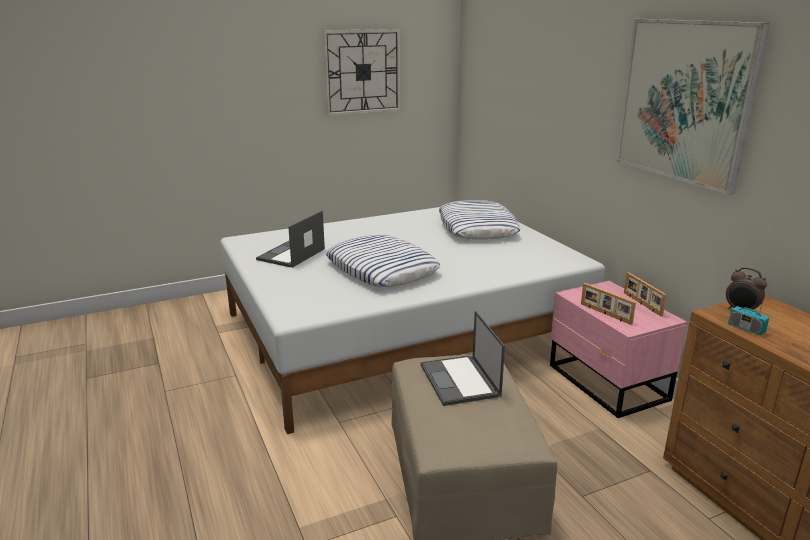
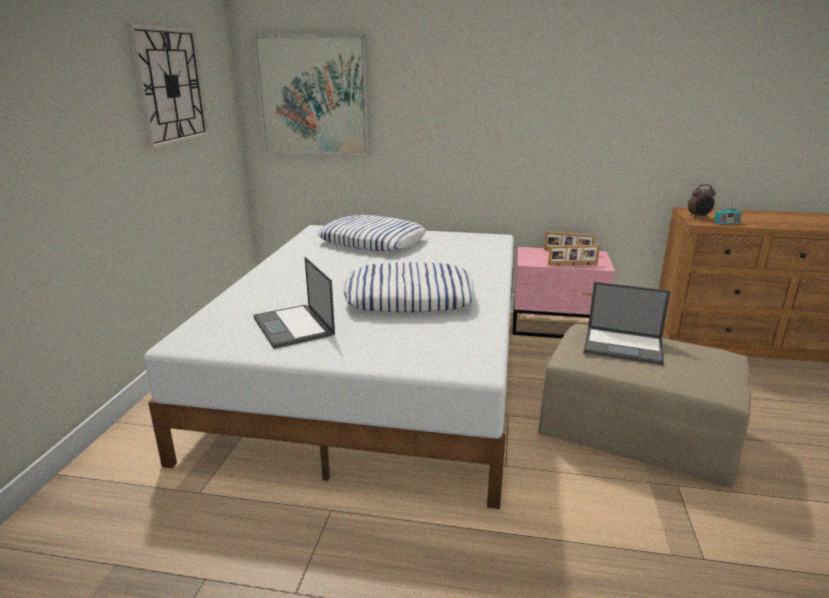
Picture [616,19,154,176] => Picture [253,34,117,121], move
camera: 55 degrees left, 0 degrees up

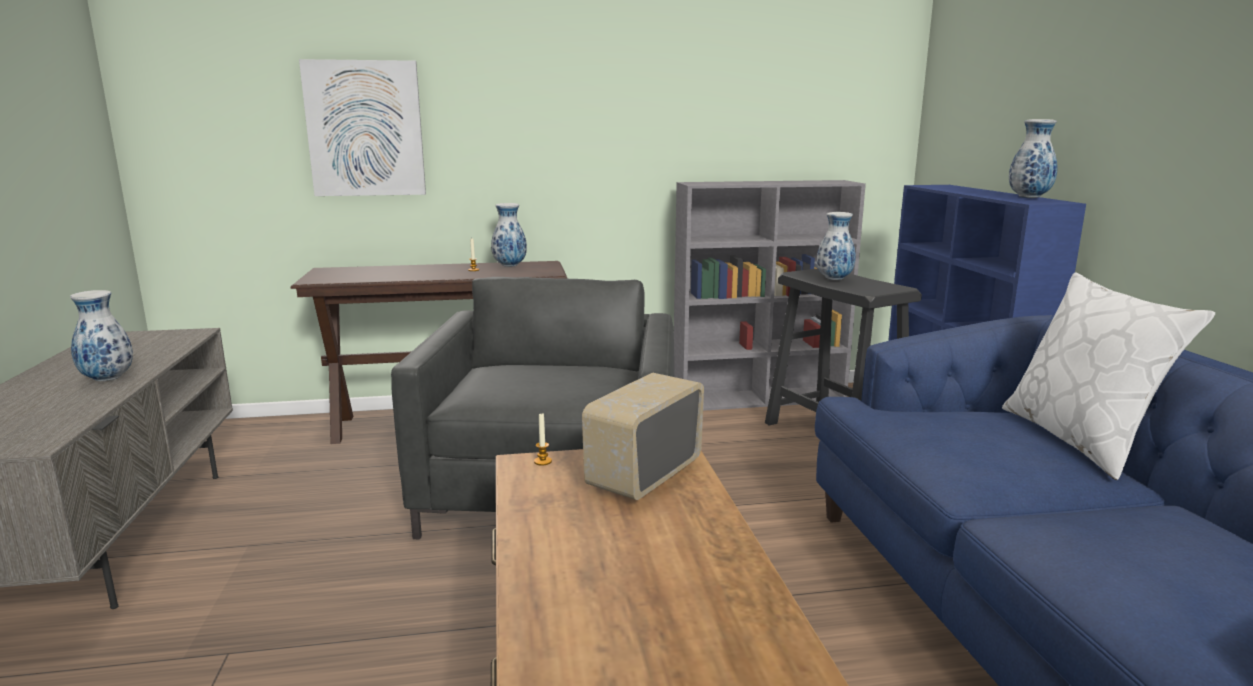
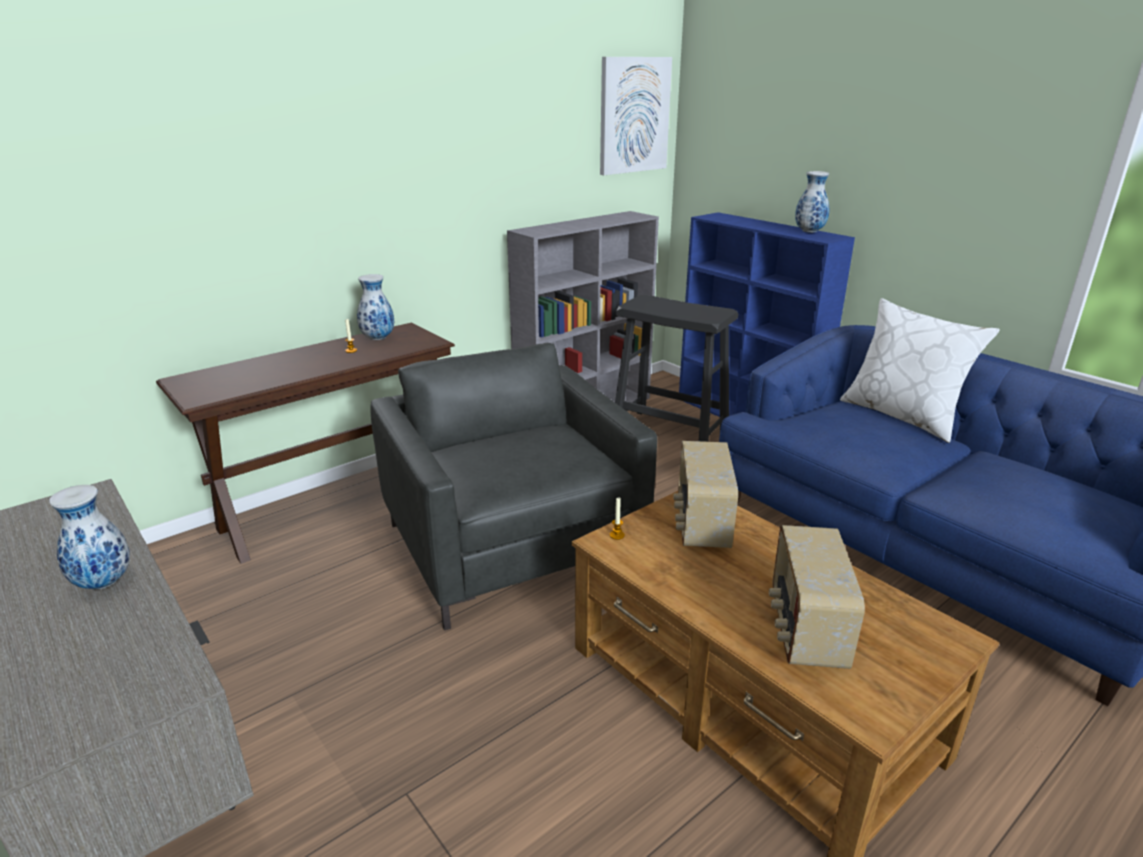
Vase [817,212,39,68] => nothing
nothing => Radio [769,525,96,144]
Picture [299,59,127,137] => Picture [600,57,72,118], move
camera: 30 degrees left, 10 degrees up

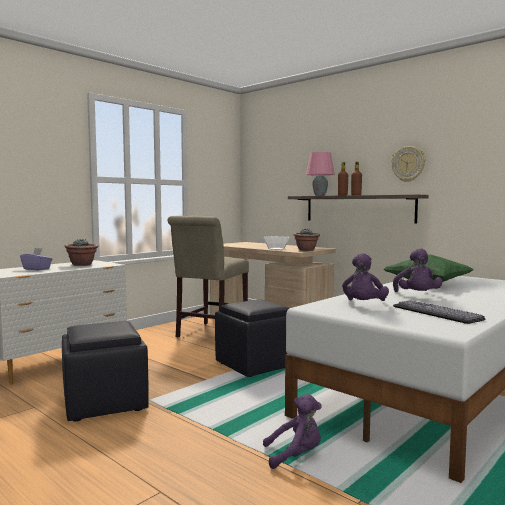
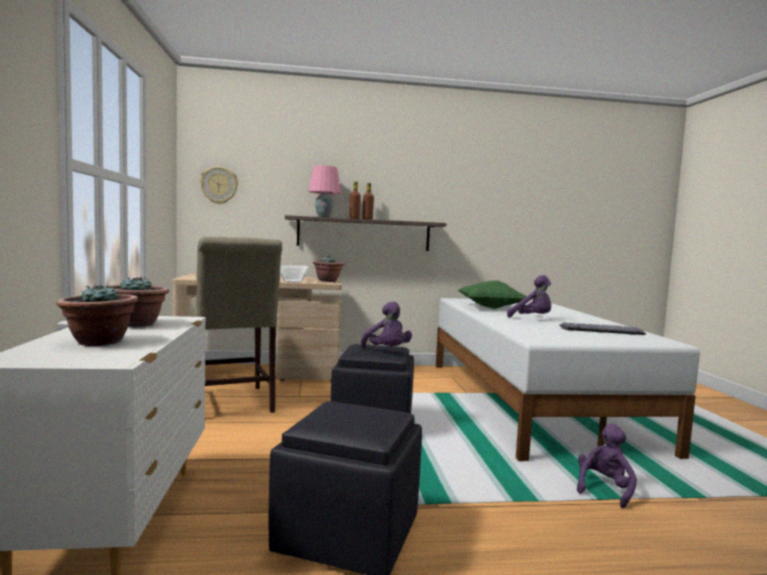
PurplePlushToy [342,253,47,48] => PurplePlushToy [361,302,51,46], move
WallClock [391,146,34,36] => WallClock [200,167,38,37], move
PurpleTissueBox [20,248,32,22] => PottedPlant [56,284,82,62]
camera: 50 degrees left, 0 degrees up

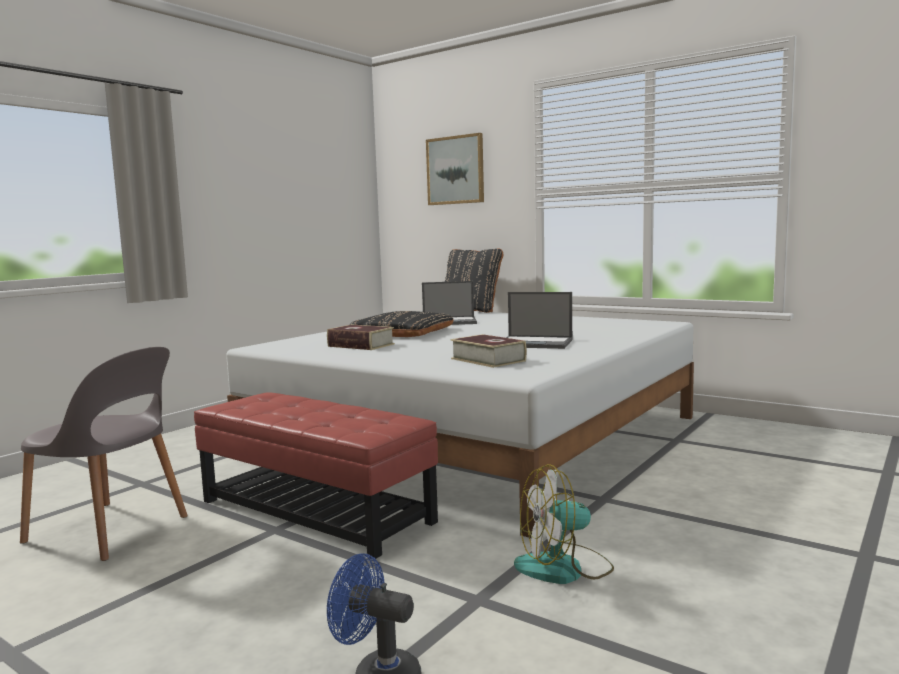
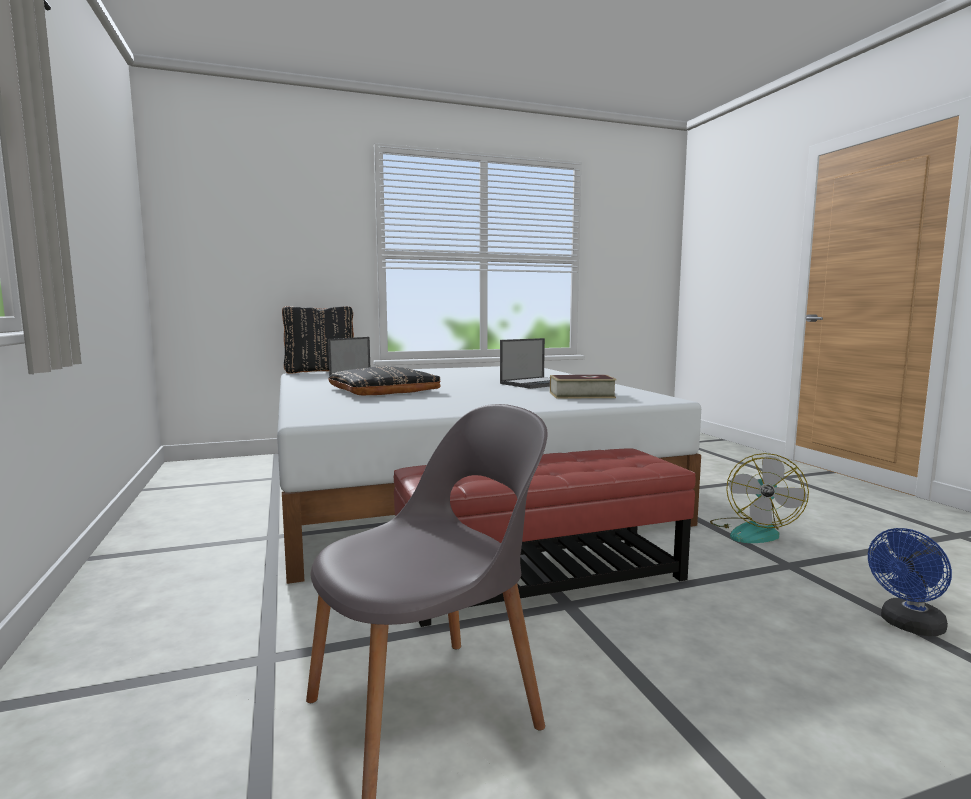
Book [327,325,68,25] => nothing
Picture [426,133,58,72] => nothing
camera: 55 degrees left, 0 degrees up

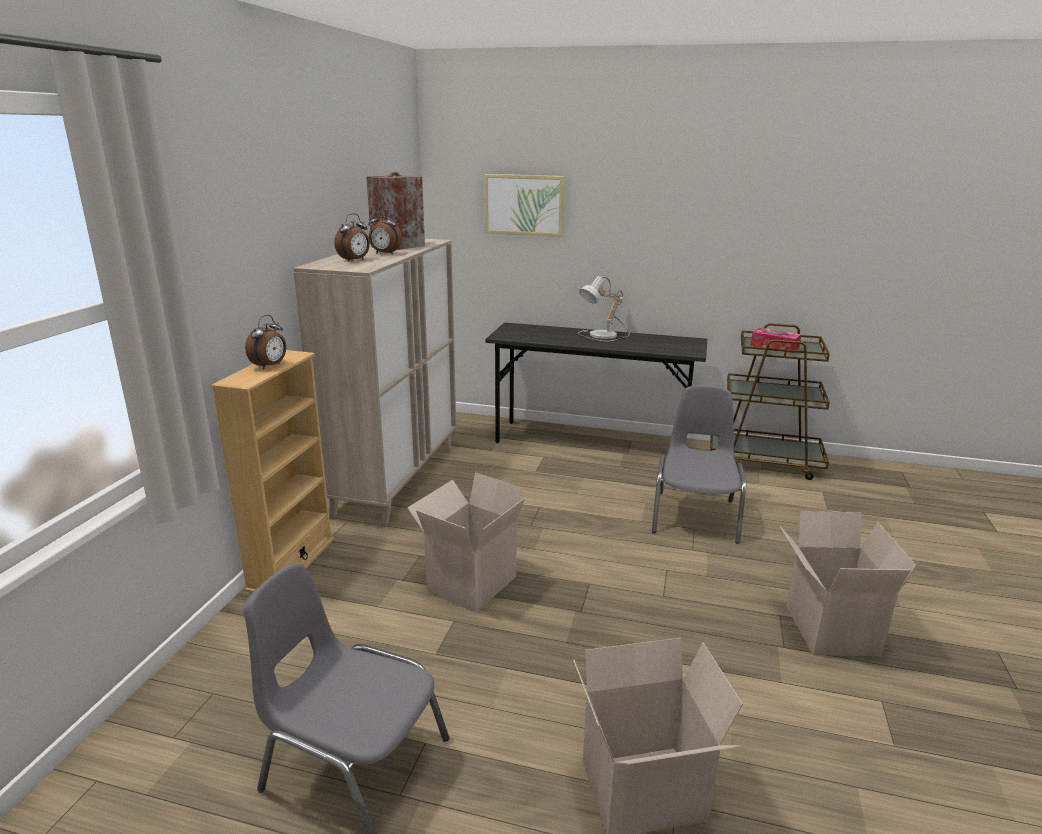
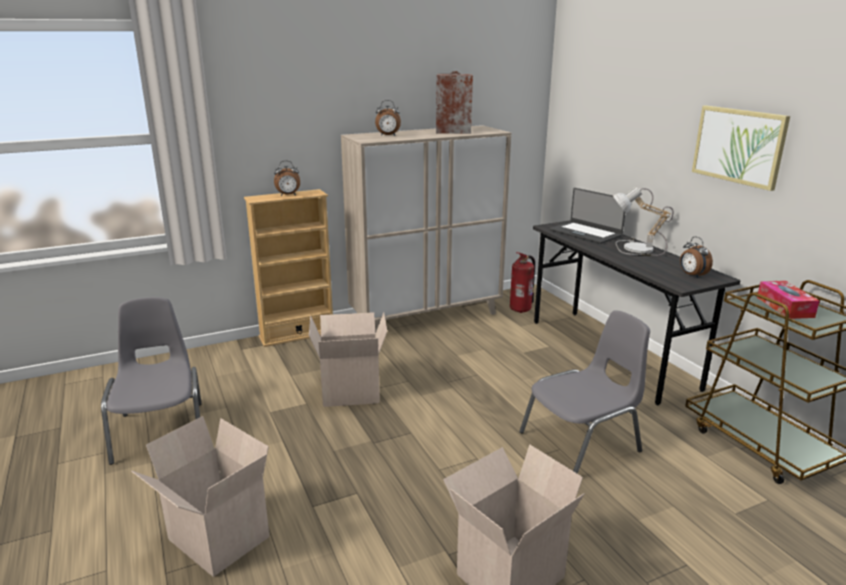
nothing => FireExtinguisher [510,252,25,61]
nothing => Laptop [550,188,75,56]
AlarmClock [368,209,34,45] => AlarmClock [680,237,33,41], move
Picture [485,174,80,63] => Picture [692,105,98,86], move
camera: 50 degrees right, 0 degrees up

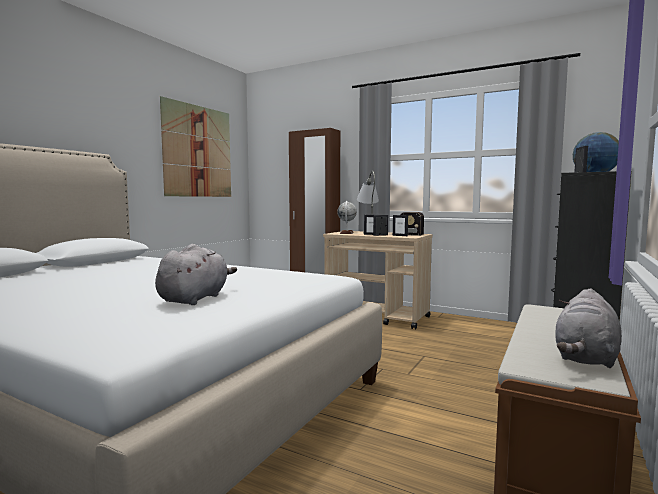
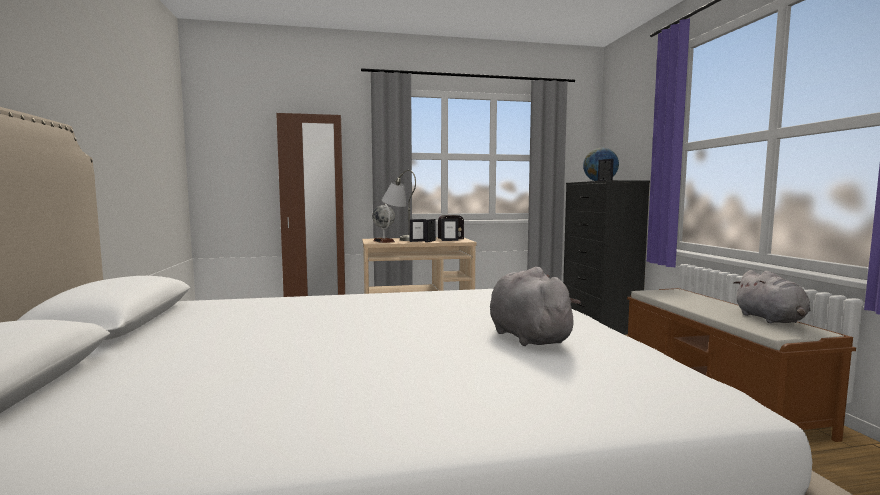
Picture [160,96,71,101] => nothing
camera: 40 degrees left, 0 degrees up

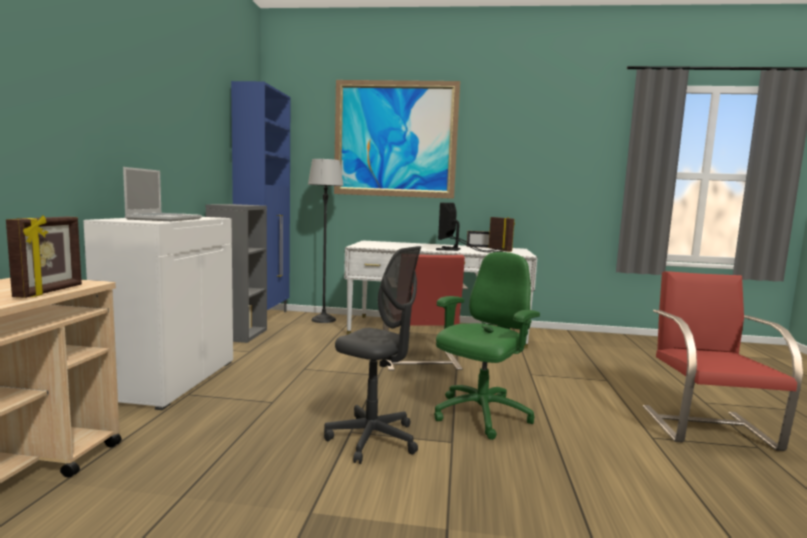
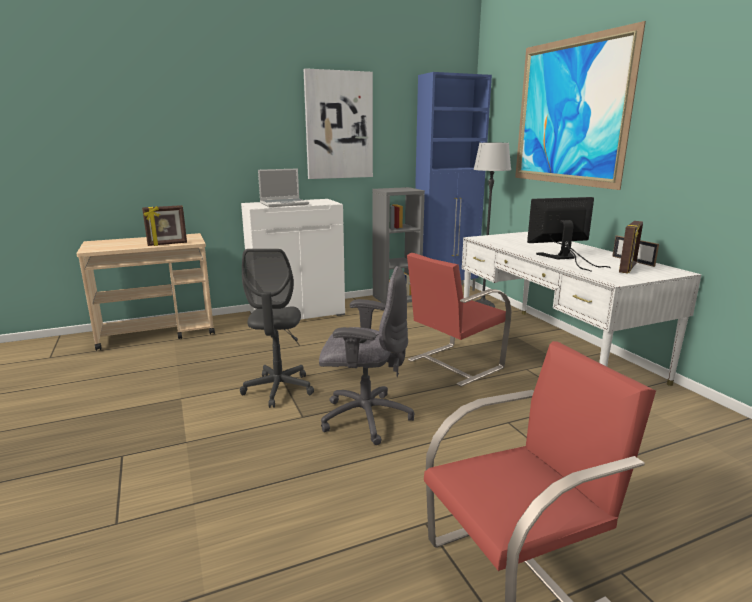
nothing => Picture [303,68,70,111]
GreenOfficeChair [434,252,106,188] => GreyOfficeChair [319,266,95,179]
camera: 60 degrees right, 10 degrees up

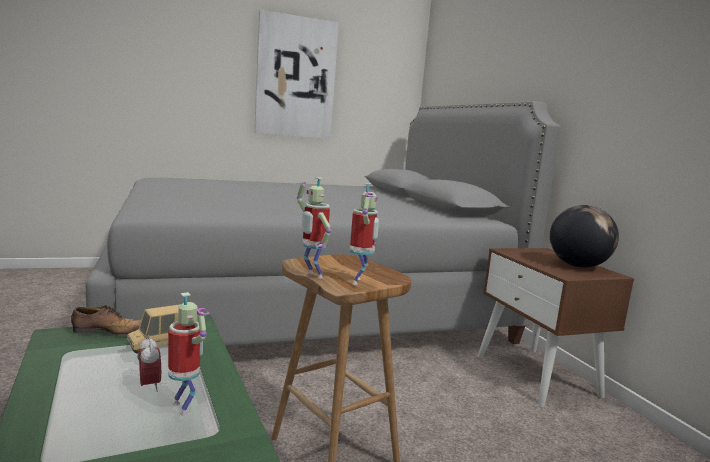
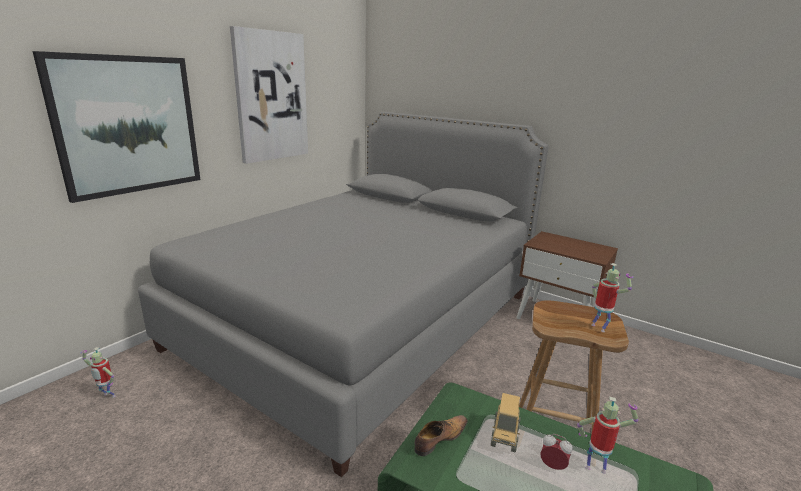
Globe [550,205,69,63] => nothing
nothing => Picture [33,51,167,152]
ToyRobot [297,177,34,102] => ToyRobot [80,347,36,51], move
camera: 35 degrees left, 10 degrees up

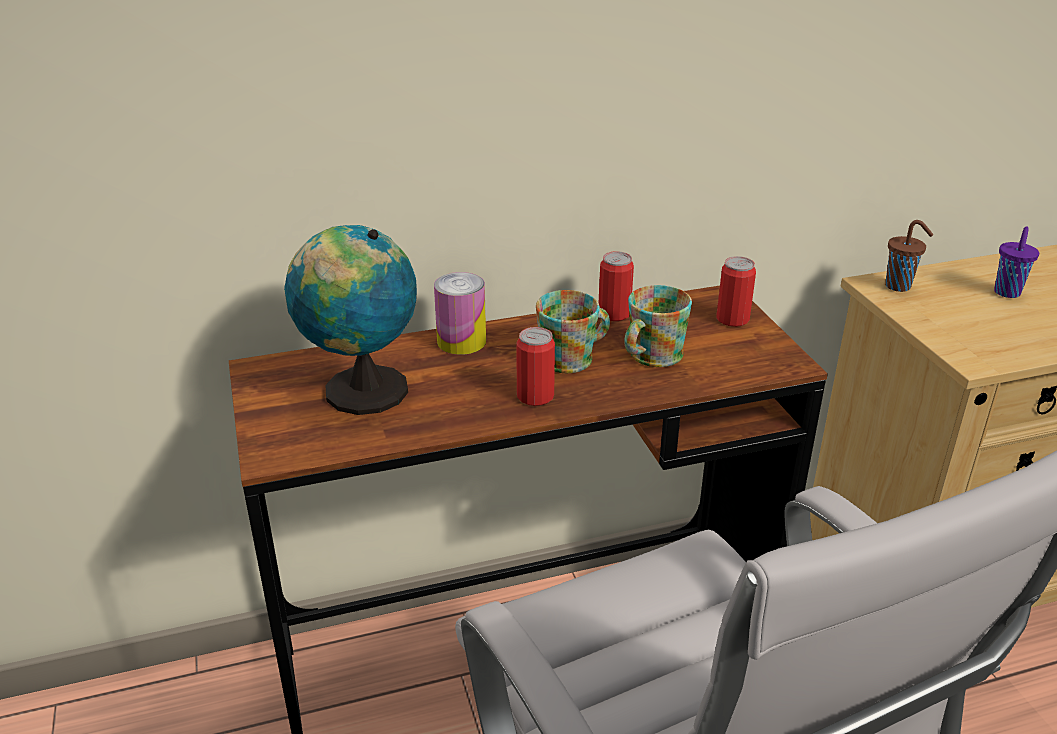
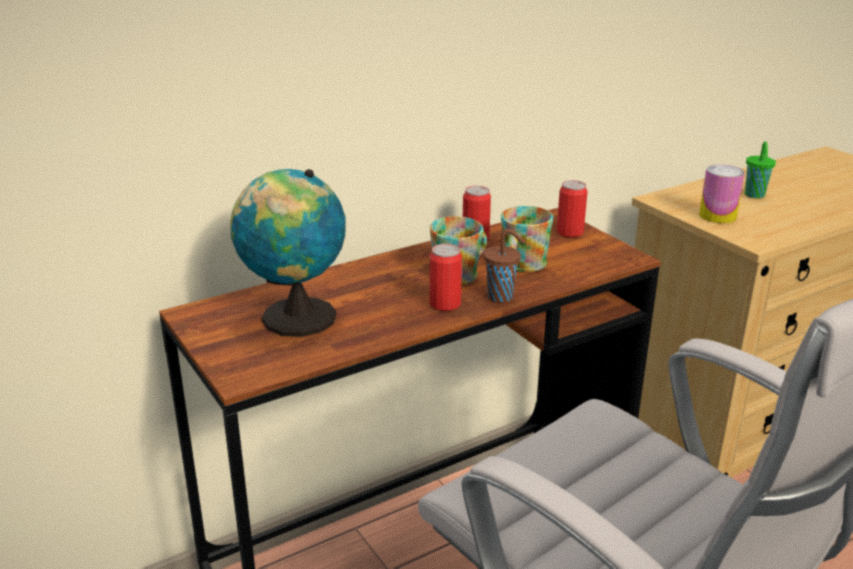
Can [434,272,52,83] => Can [699,164,46,59], move
BrownCup [885,220,48,72] => BrownCup [484,229,41,73], move
PurpleCup [994,226,45,72] => GreenCup [745,141,31,57]
camera: 15 degrees left, 5 degrees down

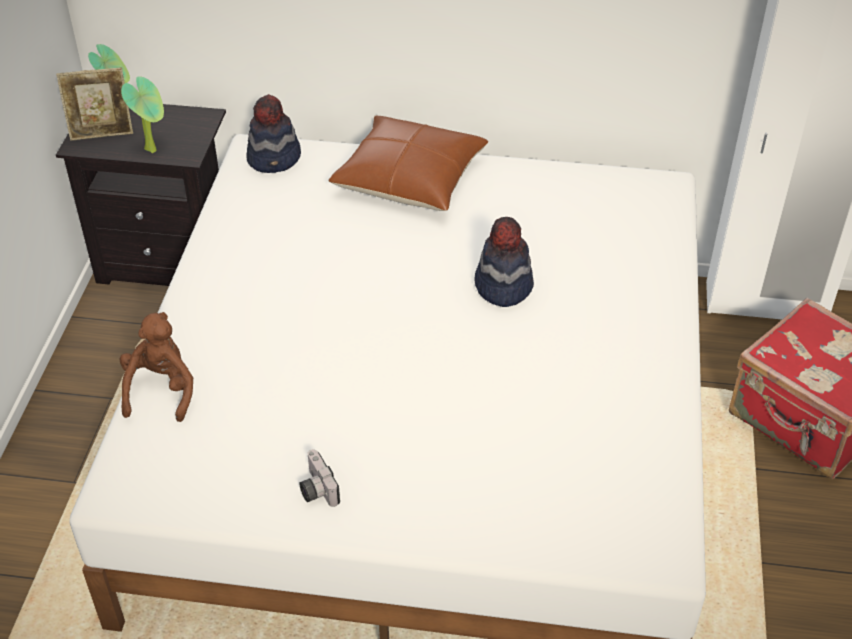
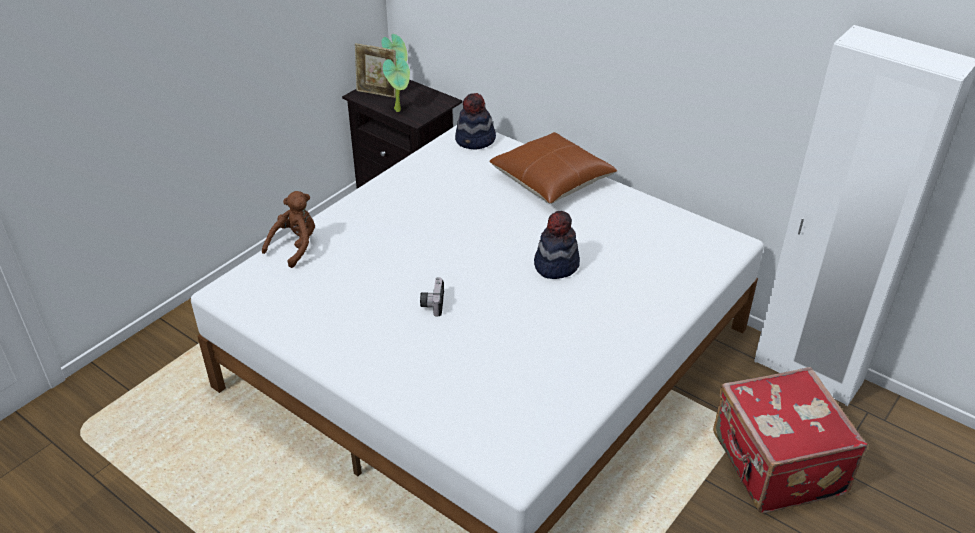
PhotoCamera [299,449,41,58] => PhotoCamera [420,277,24,40], move
camera: 30 degrees right, 5 degrees down

